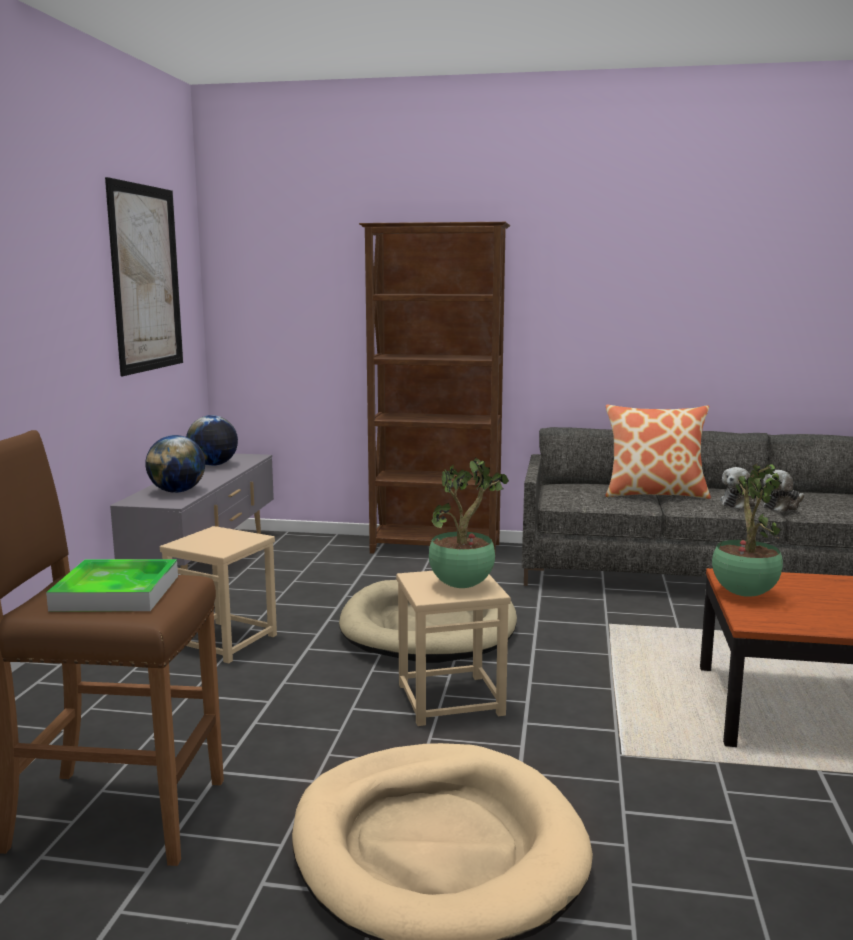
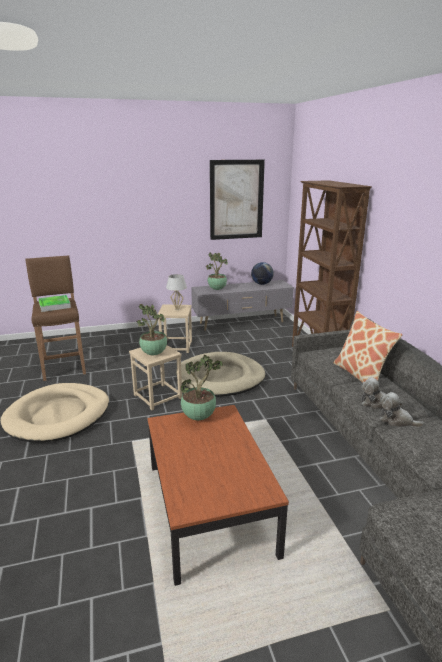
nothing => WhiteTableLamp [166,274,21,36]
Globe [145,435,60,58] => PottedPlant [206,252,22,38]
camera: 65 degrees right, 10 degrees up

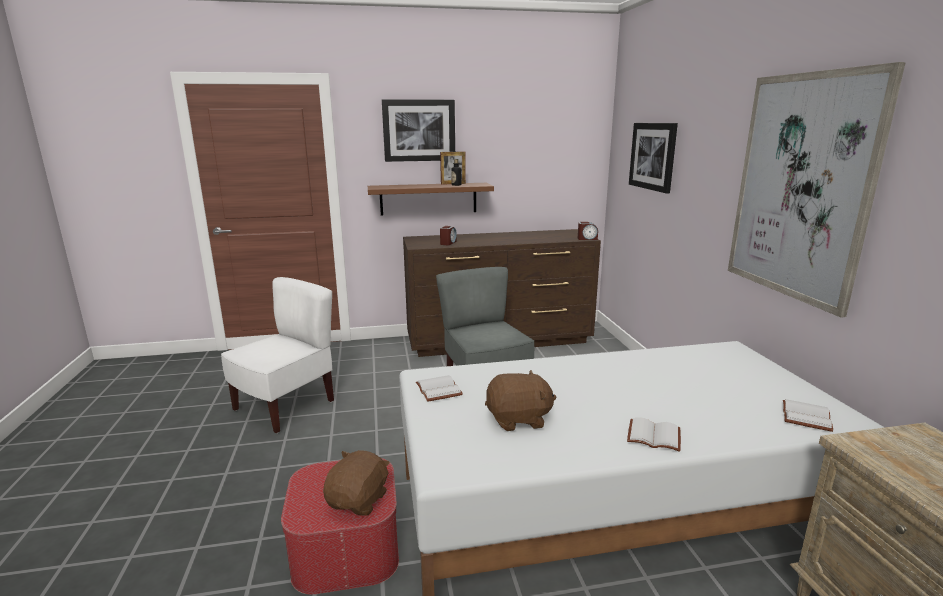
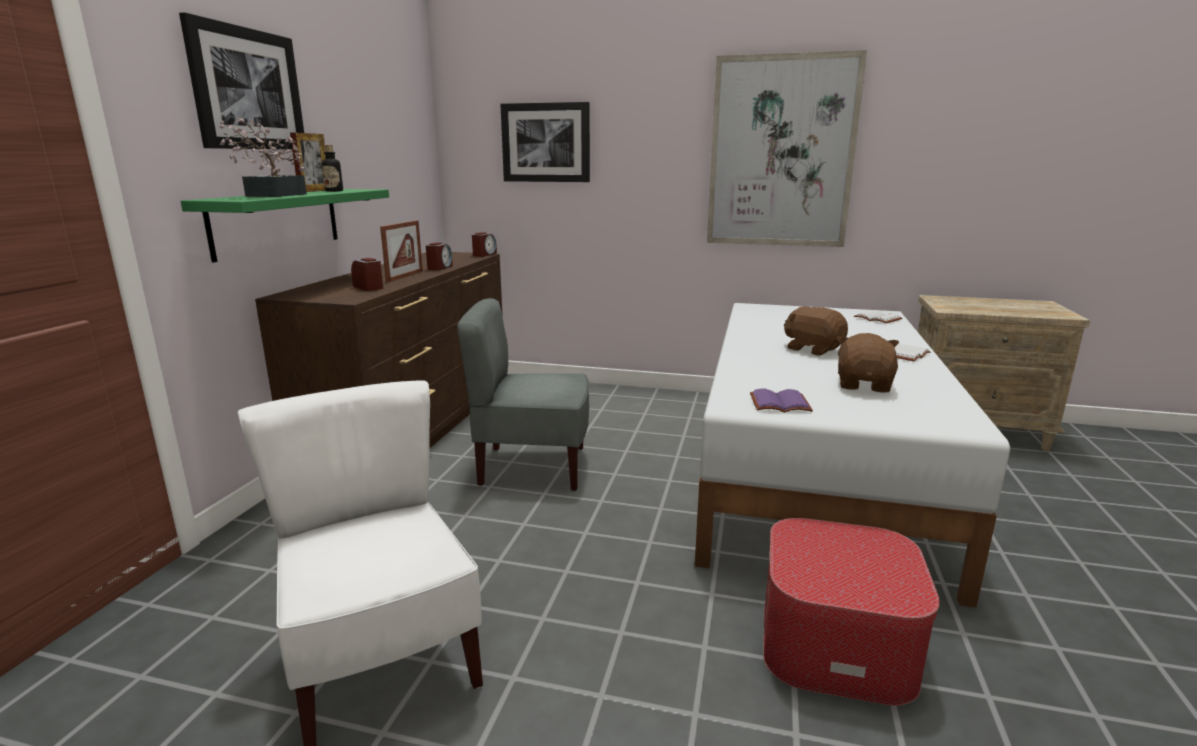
nothing => PottedPlant [219,117,88,80]
nothing => PictureFrame [380,220,43,63]
nothing => AlarmClock [426,242,27,28]
BrownPlushToy [323,450,67,66] => BrownPlushToy [784,306,64,50], move
BrownShelf [368,183,126,33] => GreenShelf [181,189,208,74]
WhiteBook [416,375,47,27] => PurpleBook [750,388,63,24]
camera: 65 degrees left, 0 degrees up

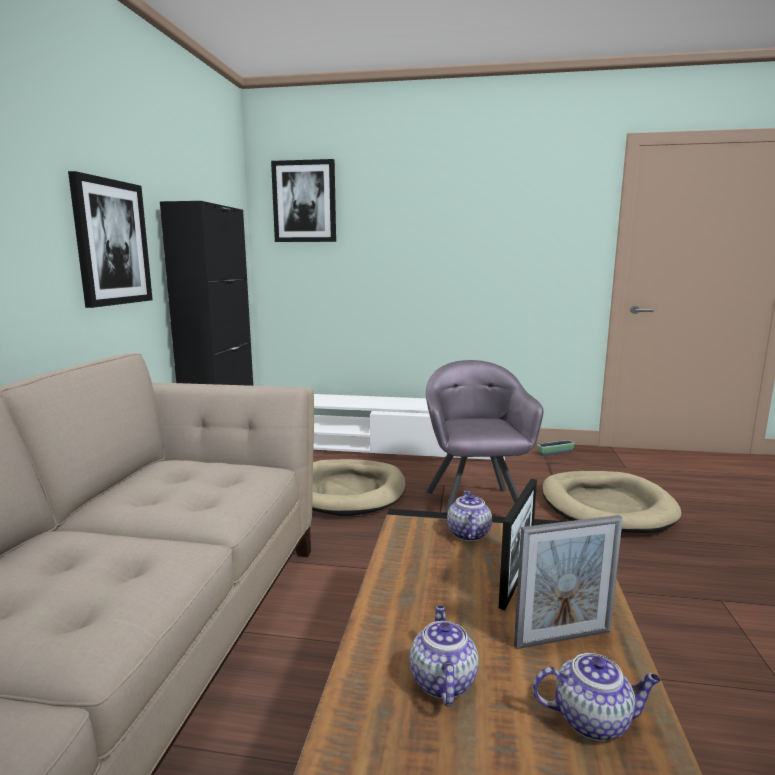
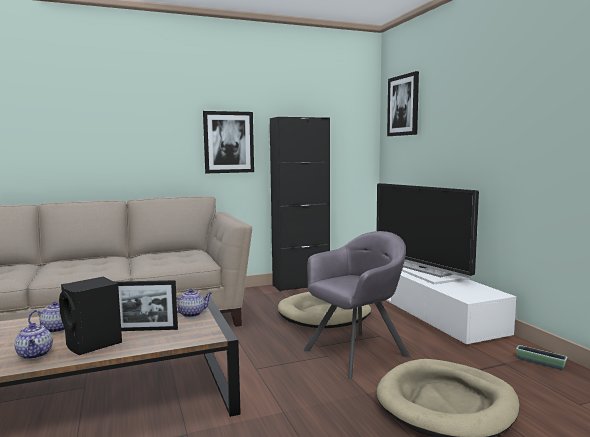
nothing => Television [376,183,103,95]
PictureFrame [514,515,109,134] => BlackSpeaker [59,277,63,78]
camera: 60 degrees right, 5 degrees down

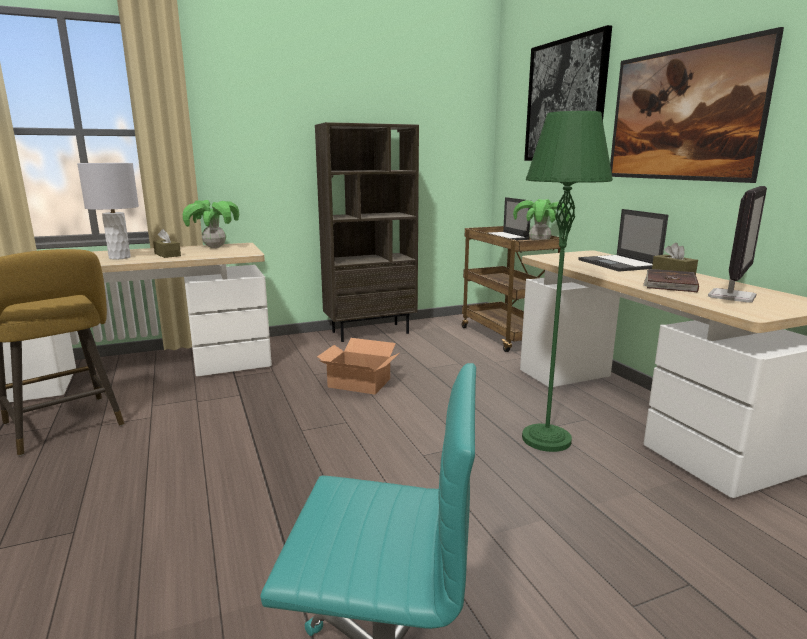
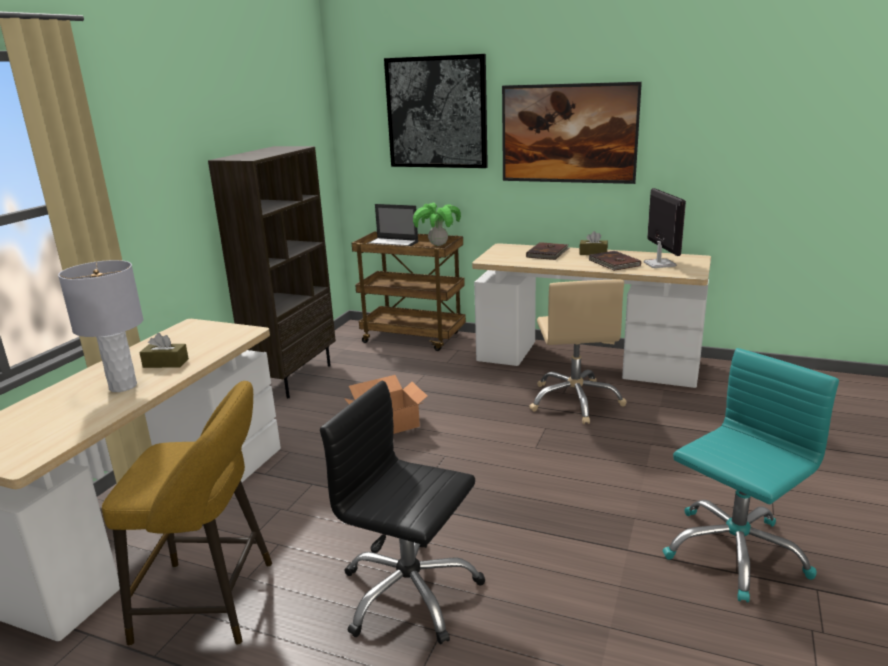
PottedPlant [183,200,56,48] => nothing
nothing => BlackOfficeChair [320,380,165,265]
GreenFloorLamp [522,111,91,341] => BeigeOfficeChair [529,280,97,144]
Laptop [578,209,90,62] => BrownBook [526,242,43,18]
camera: 45 degrees left, 5 degrees up

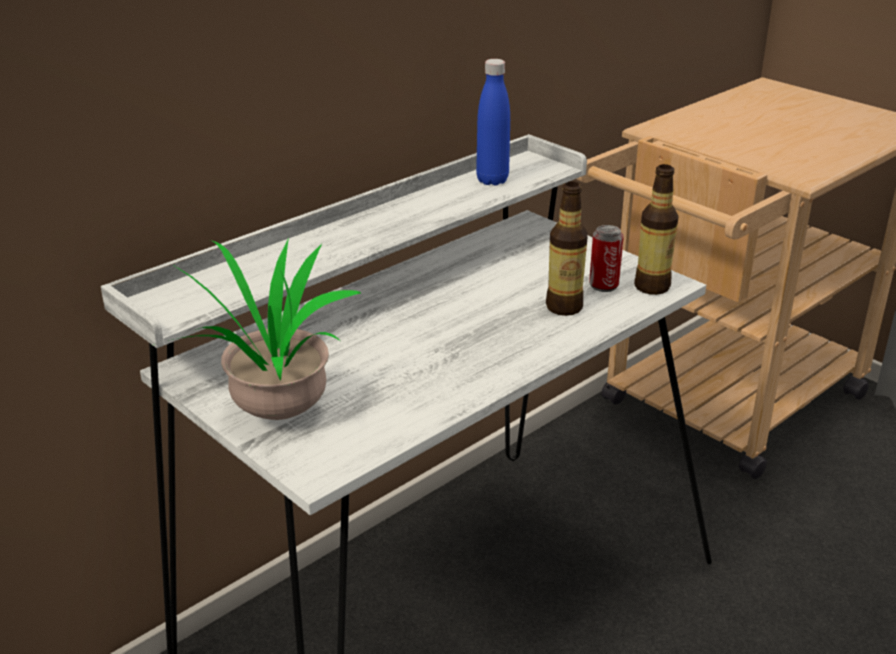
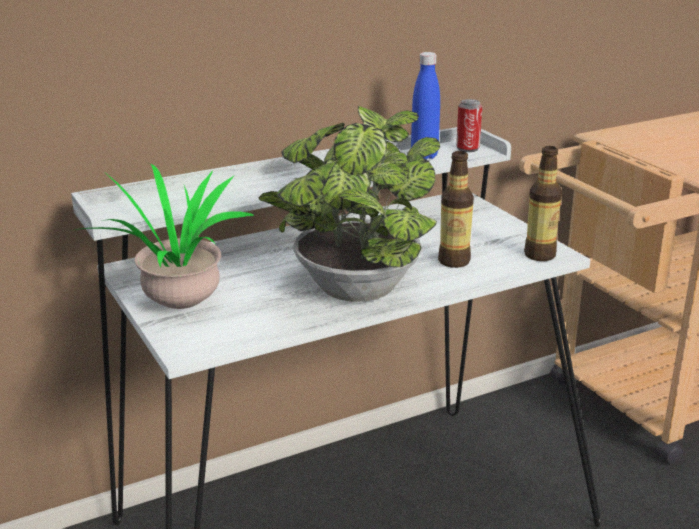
nothing => PottedPlant [259,106,181,196]
Can [589,225,35,67] => Can [456,99,26,53], move
camera: 15 degrees right, 5 degrees down

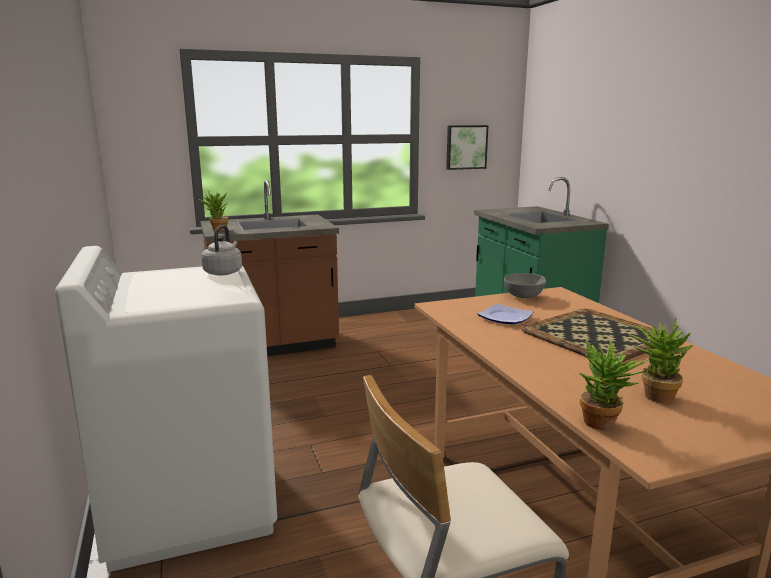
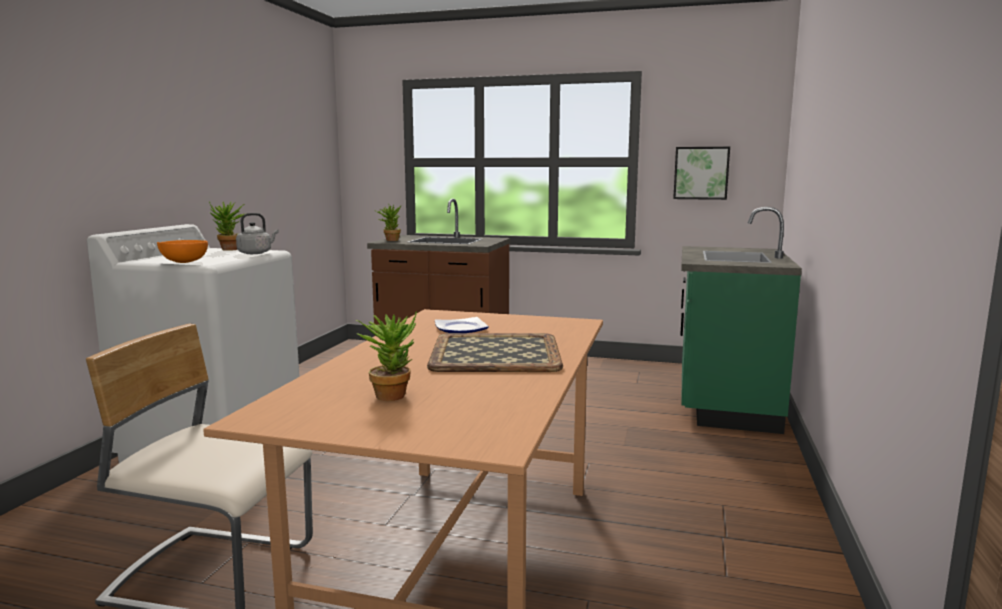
GreyBowl [504,273,42,25] => nothing
nothing => OrangeBowl [157,240,51,23]
PottedPlant [579,339,69,91] => PottedPlant [209,202,38,49], move
camera: 35 degrees right, 5 degrees down

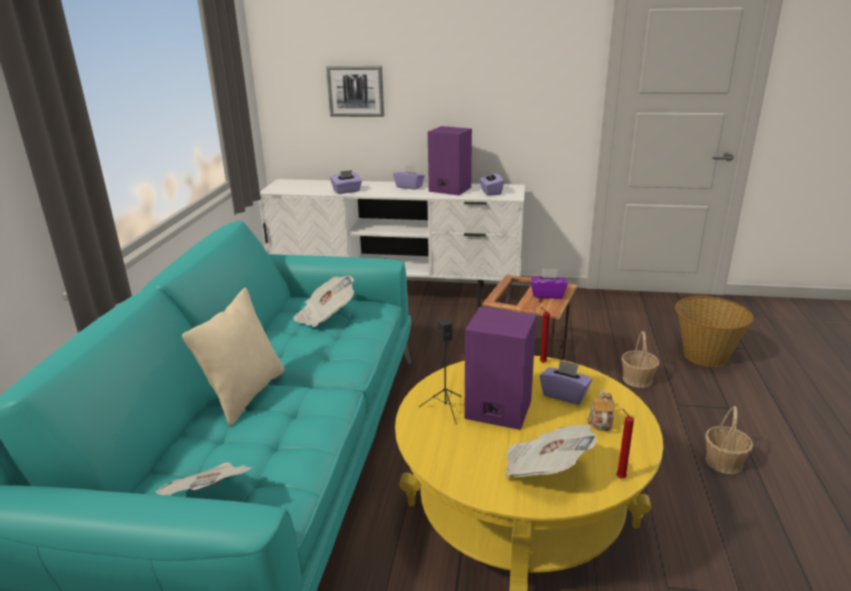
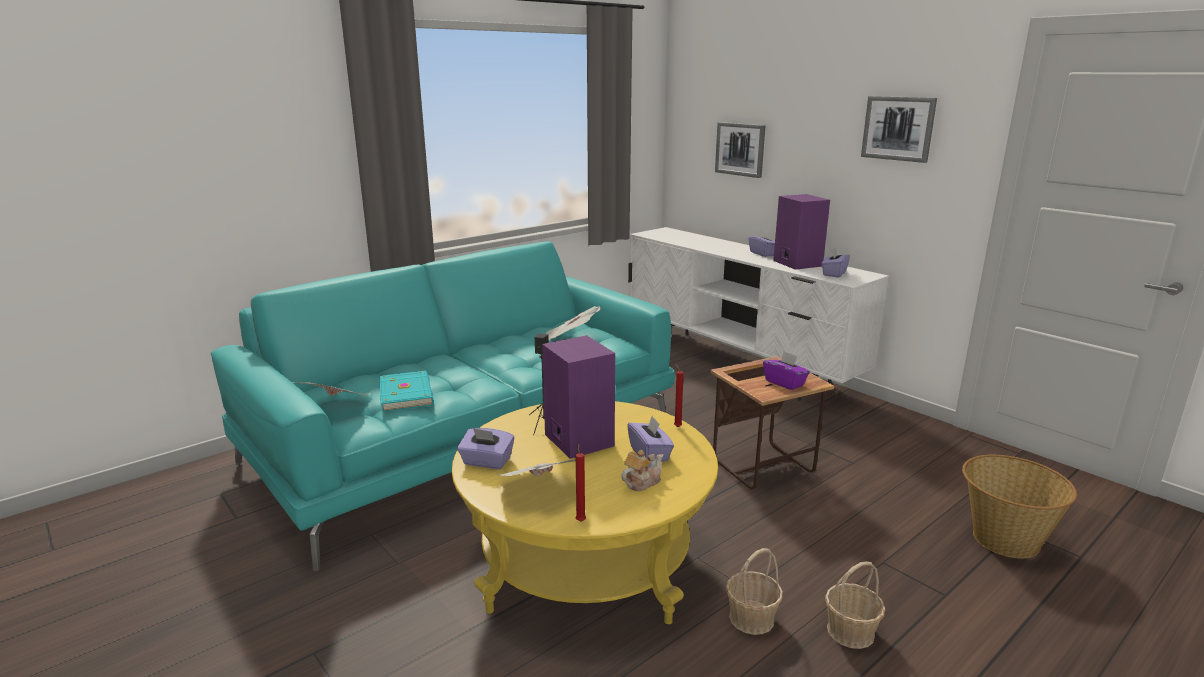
BeigePillow [182,288,103,138] => nothing
nothing => TurquoiseBook [379,371,55,41]
nothing => Picture [861,96,76,67]
PurpleTissueBox [330,170,32,24] => PurpleTissueBox [457,428,57,41], move
Basket [621,331,38,57] => Basket [726,548,57,87], move
camera: 40 degrees right, 5 degrees down

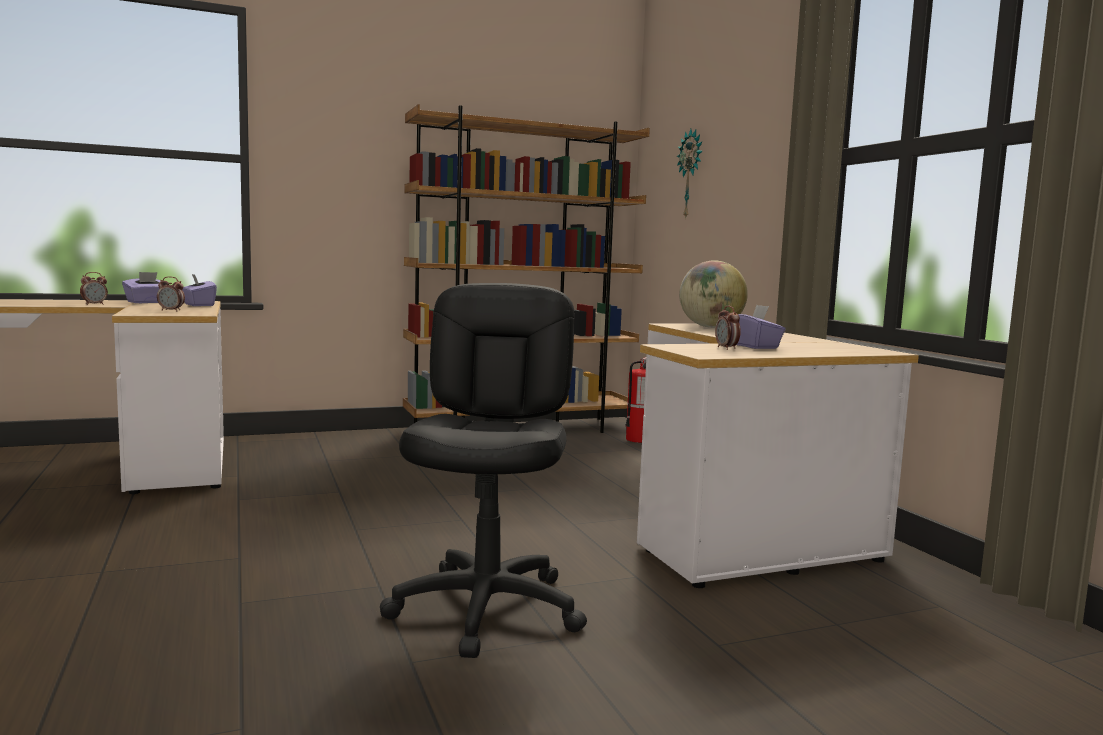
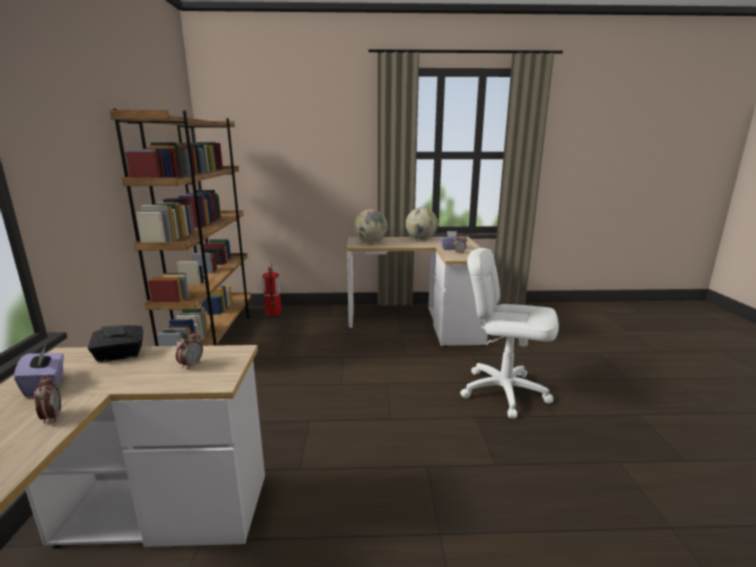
WallClock [677,129,26,90] => nothing
nothing => Globe [406,207,32,33]
PurpleTissueBox [183,274,34,32] => BlackTissueBox [88,325,55,37]
BlackOfficeChair [380,283,207,375] => WhiteOfficeChair [460,248,99,170]
camera: 70 degrees left, 10 degrees up

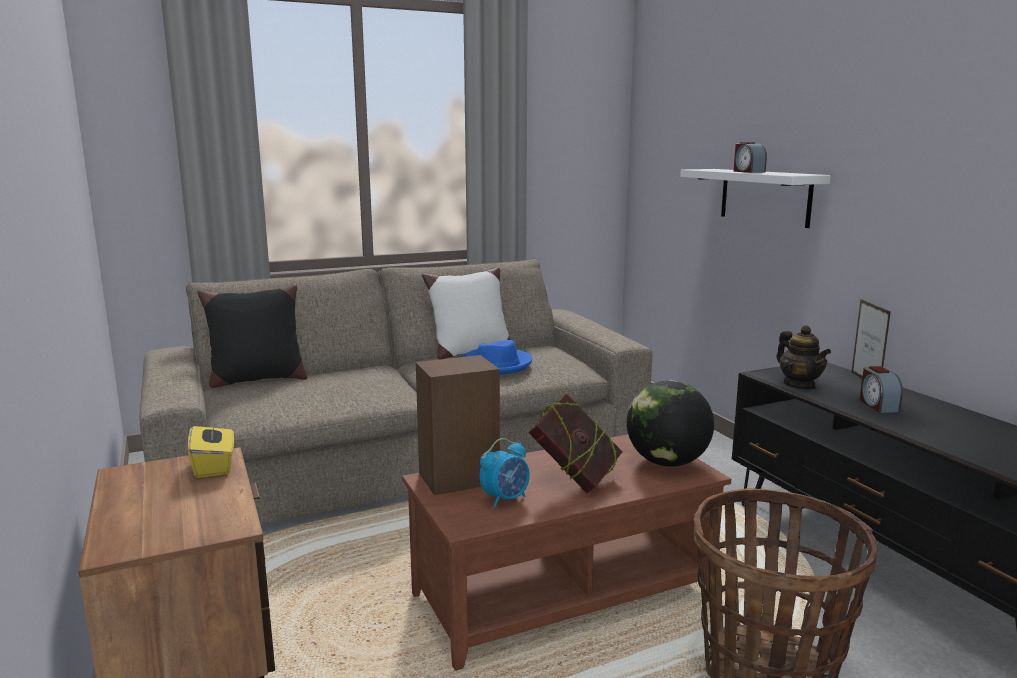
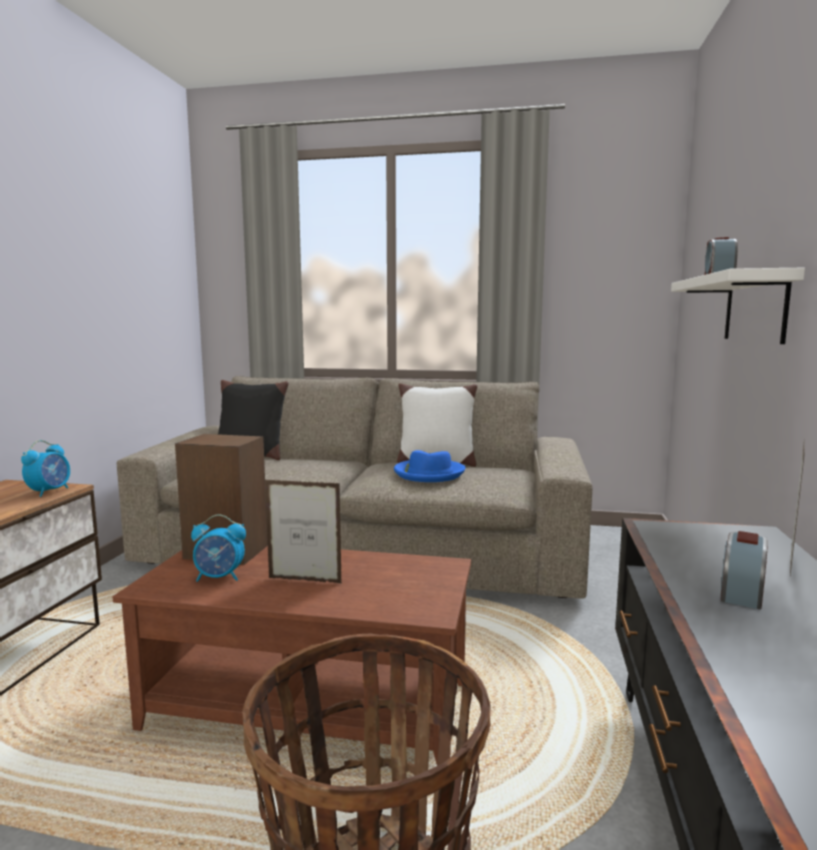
Globe [627,380,87,87] => nothing
Teapot [777,325,54,65] => nothing
YellowTissueBox [188,416,46,62] => AlarmClock [21,440,49,57]
Book [528,393,95,100] => PictureFrame [265,480,77,103]
camera: 35 degrees right, 5 degrees down

